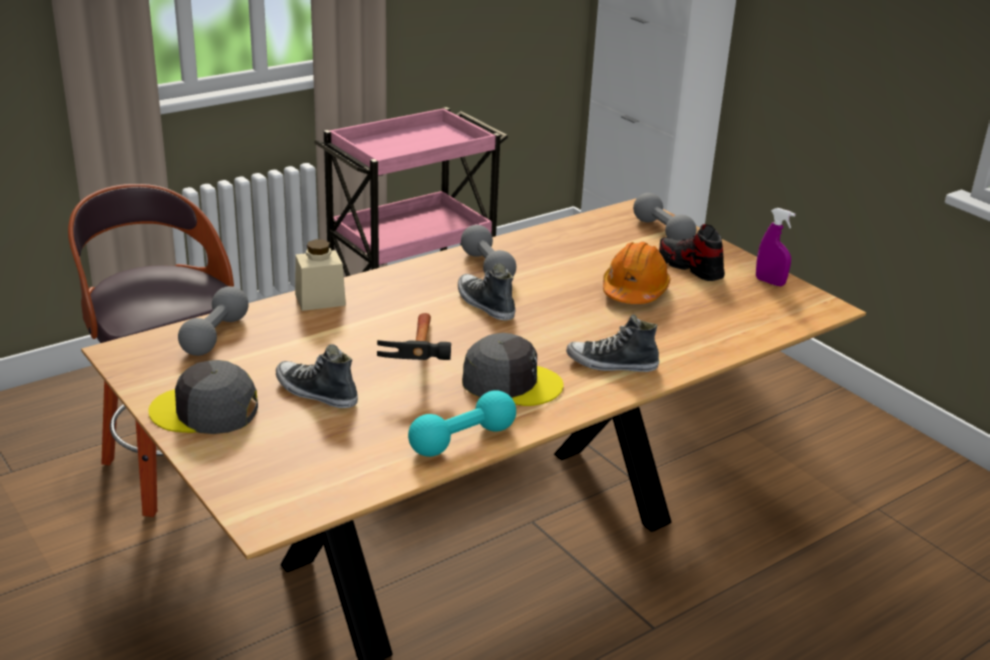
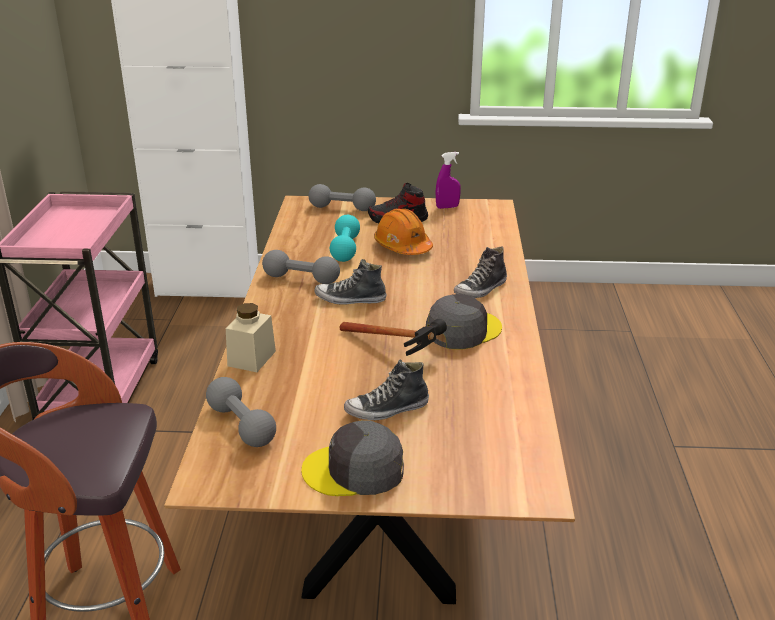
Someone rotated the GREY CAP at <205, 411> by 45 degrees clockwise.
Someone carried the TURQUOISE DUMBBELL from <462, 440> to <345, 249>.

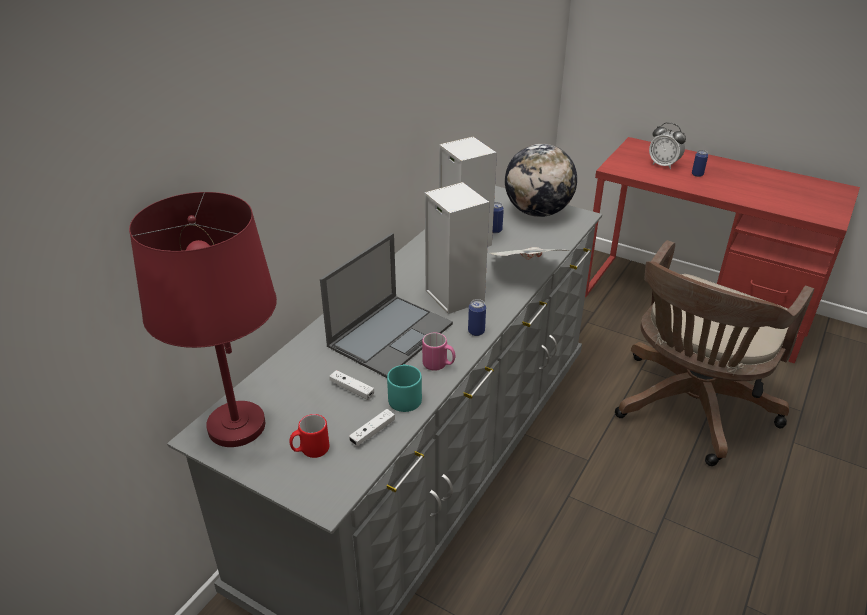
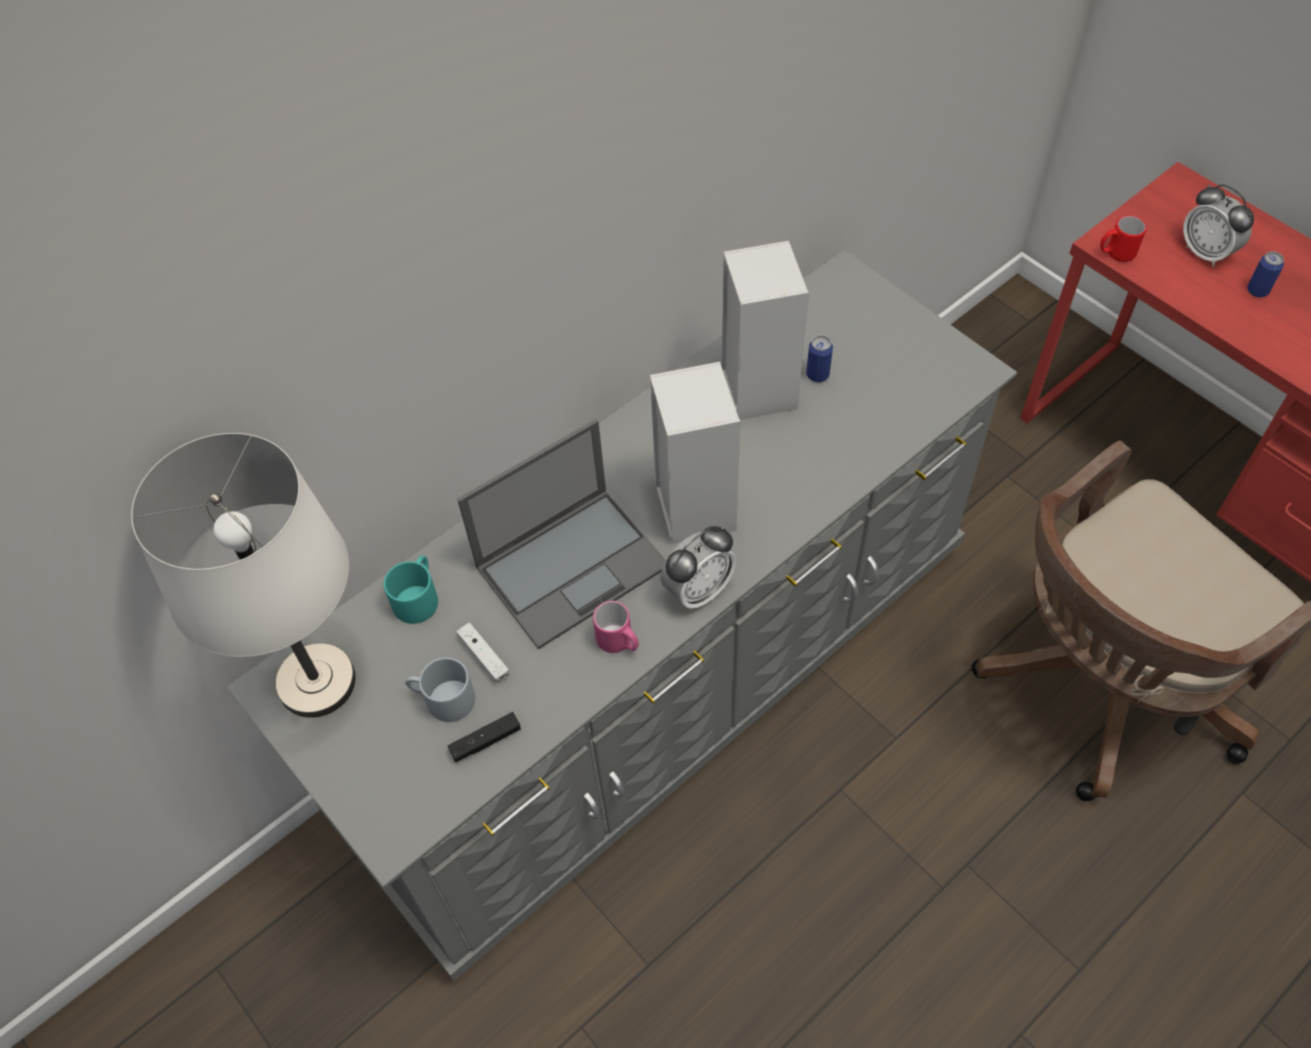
Someone repainted the RED TABLE LAMP at <235, 426>, which became the WHITE TABLE LAMP at <315, 682>.
Someone carried the TURQUOISE MUG from <404, 396> to <417, 596>.
Someone put down the GREY MUG at <442, 700>.
Someone repainted the WHITE GAME CONTROLLER at <372, 432>, which became the BLACK GAME CONTROLLER at <485, 741>.
Someone swapped the CAN at <476, 331> for the ALARM CLOCK at <698, 590>.
Someone carried the RED MUG from <310, 450> to <1115, 254>.
Someone took away the NEWSPAPER at <526, 270>.
Someone took away the GLOBE at <537, 212>.

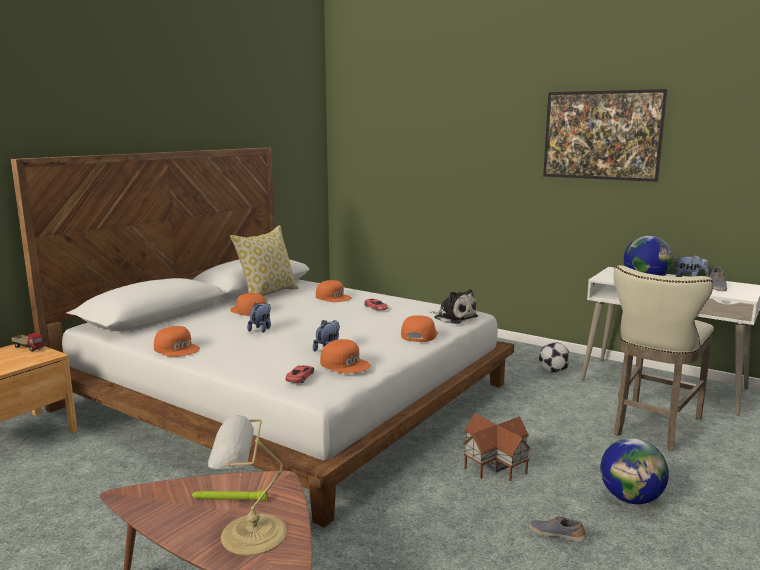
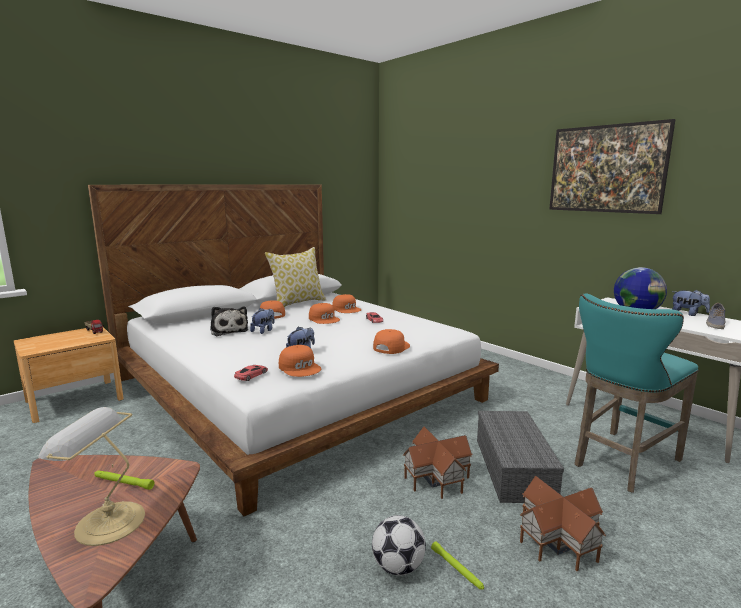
Someone carried the PLUSH TOY from <454, 317> to <228, 330>.
Someone carried the ORANGE CAP from <177, 349> to <324, 319>.
Someone carried the FOOTBALL from <553, 372> to <398, 566>.
Someone swapped the SHOE at <556, 535> for the GREEN FLASHLIGHT at <457, 569>.
Someone put down the GREY STORAGE BOX at <515, 469>.
Someone swapped the GLOBE at <631, 499> for the TOY HOUSE at <560, 541>.
Someone repainted the BEIGE STOOL at <652, 427>, which became the TURQUOISE STOOL at <621, 463>.

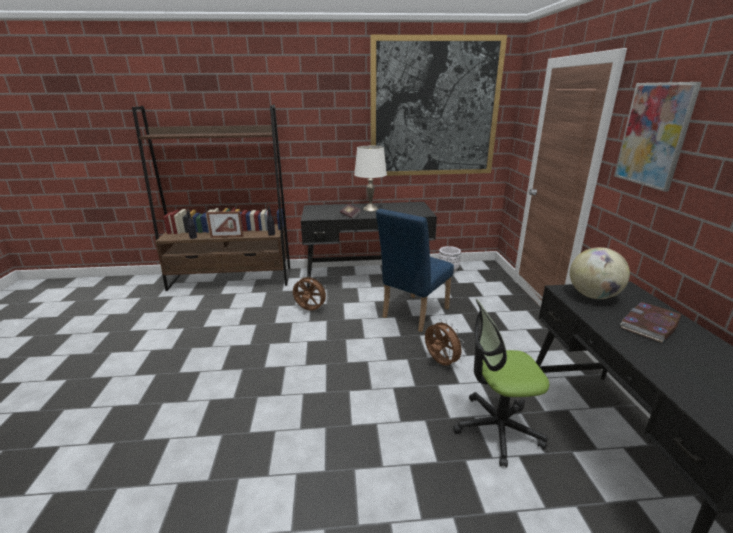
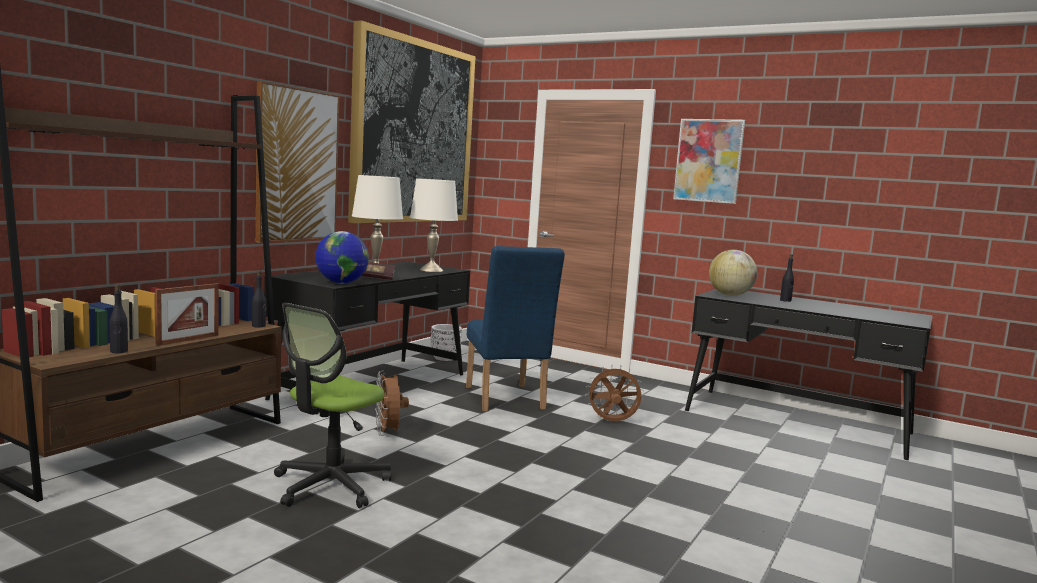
Someone put up the PICTURE at <297, 165>.
Someone carried the OFFICE CHAIR from <497, 428> to <330, 485>.
Someone put down the GLOBE at <341, 283>.
Someone rotated the BROWN FAN at <310, 310> by 75 degrees counterclockwise.
Someone put down the WHITE TABLE LAMP at <431, 270>.
Someone swapped the BOOK at <650, 324> for the BLACK BOTTLE at <785, 300>.

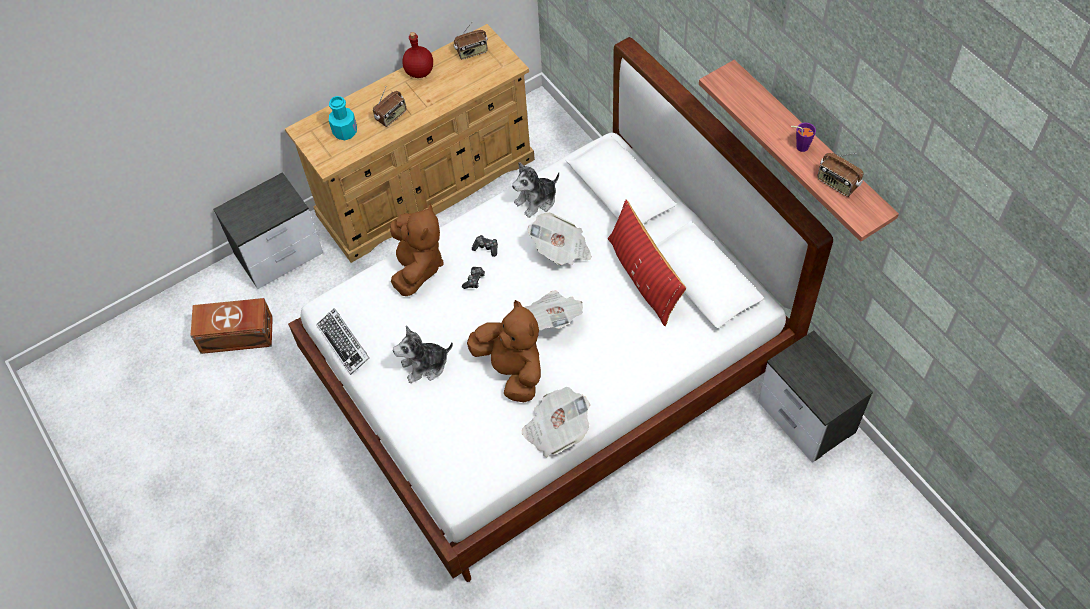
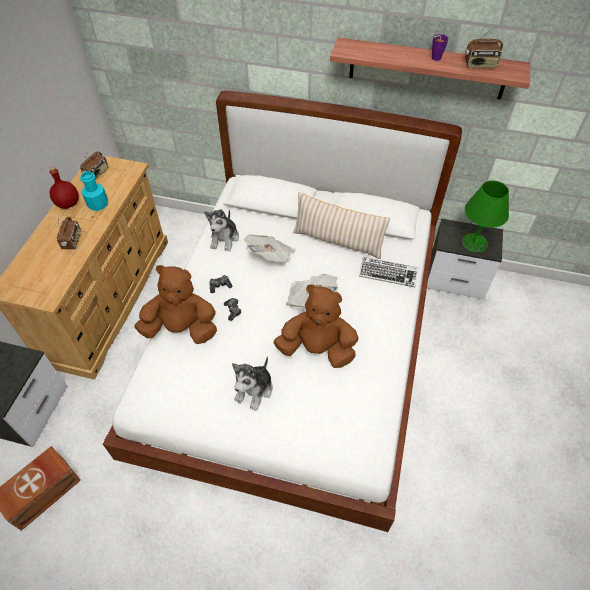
Someone carried the TURQUOISE BOTTLE from <345, 132> to <98, 204>.
Someone rotated the BROWN PLUSH TOY at <417, 266> by 45 degrees counterclockwise.
Someone repainted the RED PILLOW at <643, 277>, which became the BEIGE PILLOW at <338, 241>.
Someone carried the KEYBOARD from <344, 343> to <388, 274>.
Someone put down the GREEN TABLE LAMP at <475, 243>.
Someone took away the NEWSPAPER at <556, 430>.

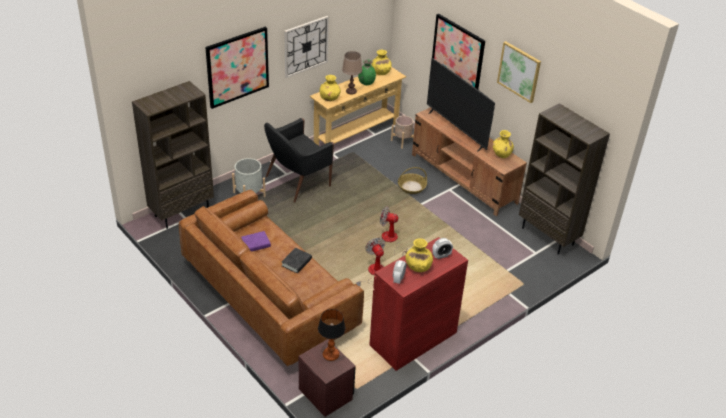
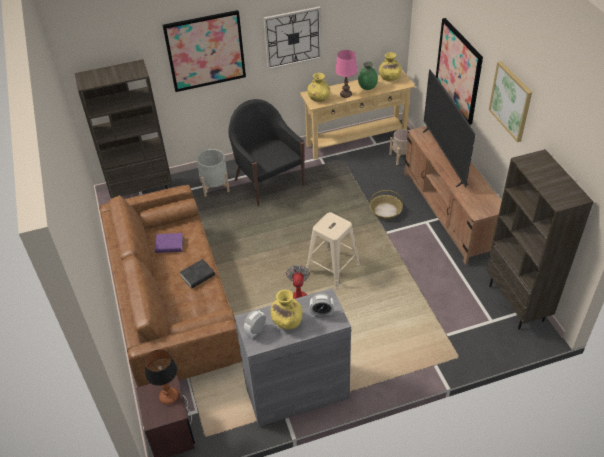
Someone rotated the BLACK ARMCHAIR at <296, 182> by 75 degrees clockwise.
Someone repainted the RED CABINET at <413, 339>, which became the GREY CABINET at <297, 392>.
Someone swapped the FAN at <392, 241> for the BEIGE STOOL at <332, 269>.
Someone repainted the BROWN TABLE LAMP at <351, 91>, which became the PINK TABLE LAMP at <345, 94>.
Someone took away the YELLOW VASE at <501, 154>.

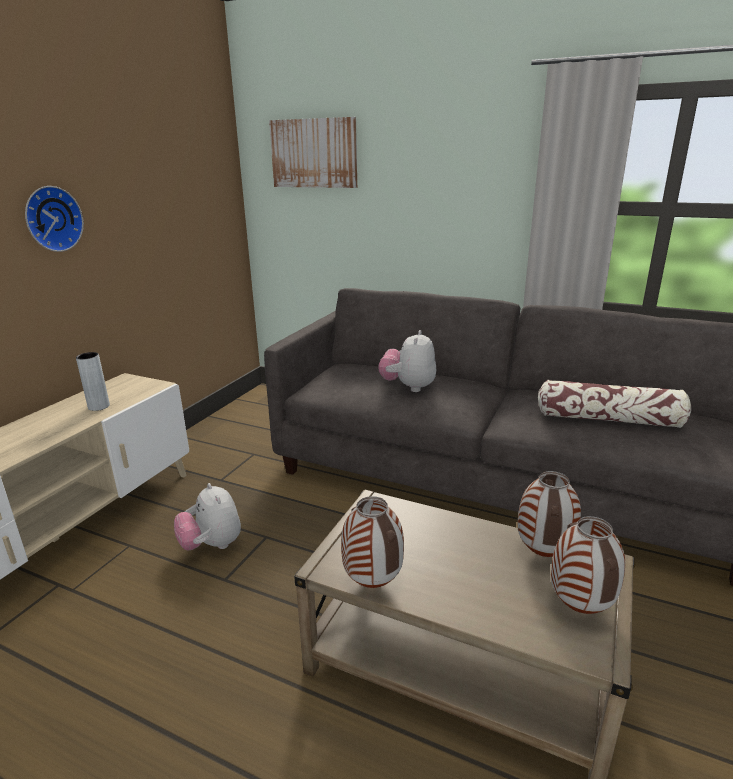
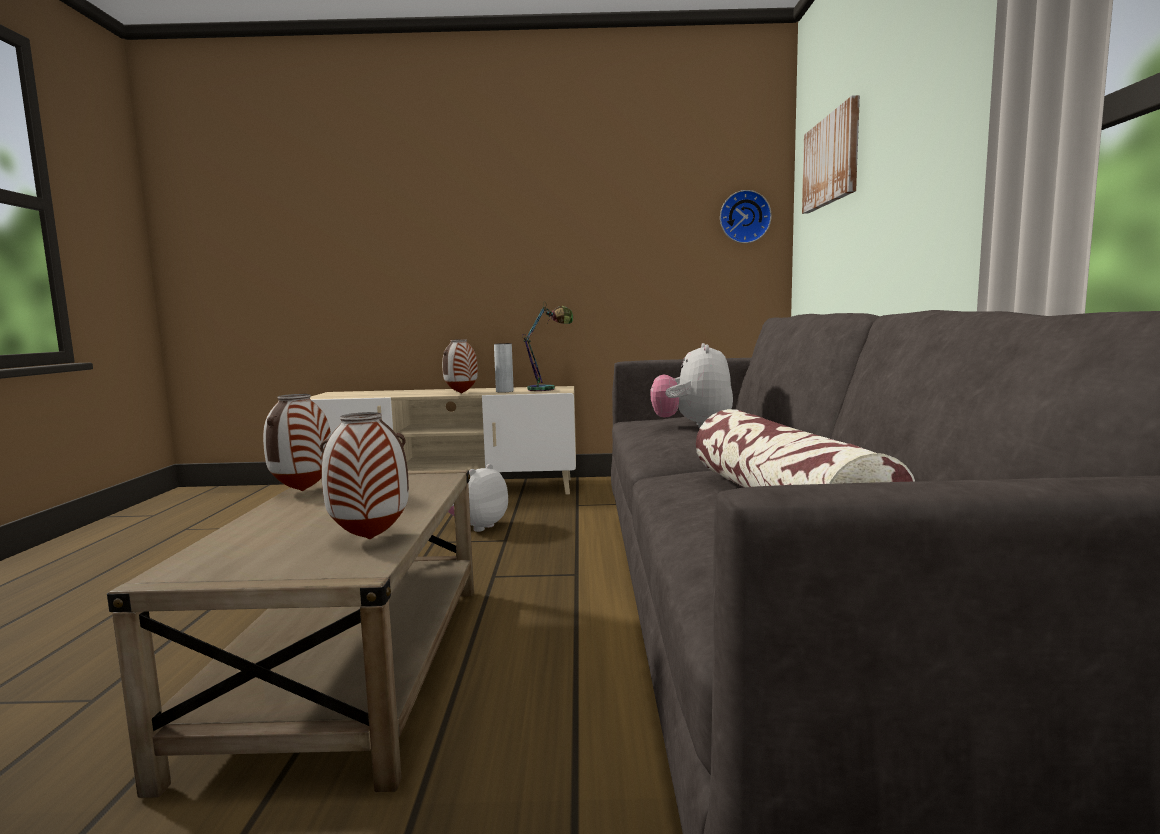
Someone carried the VASE from <581, 608> to <461, 393>.
Someone put down the TABLE LAMP at <548, 389>.
Someone rotated the PLUSH TOY at <408, 387> by 75 degrees counterclockwise.
Someone carried the WALL CLOCK from <51, 219> to <744, 217>.

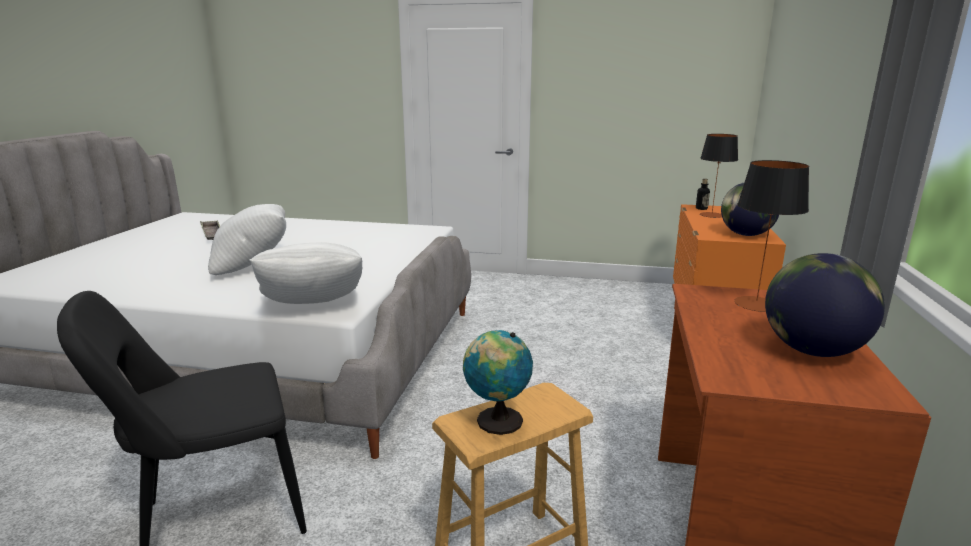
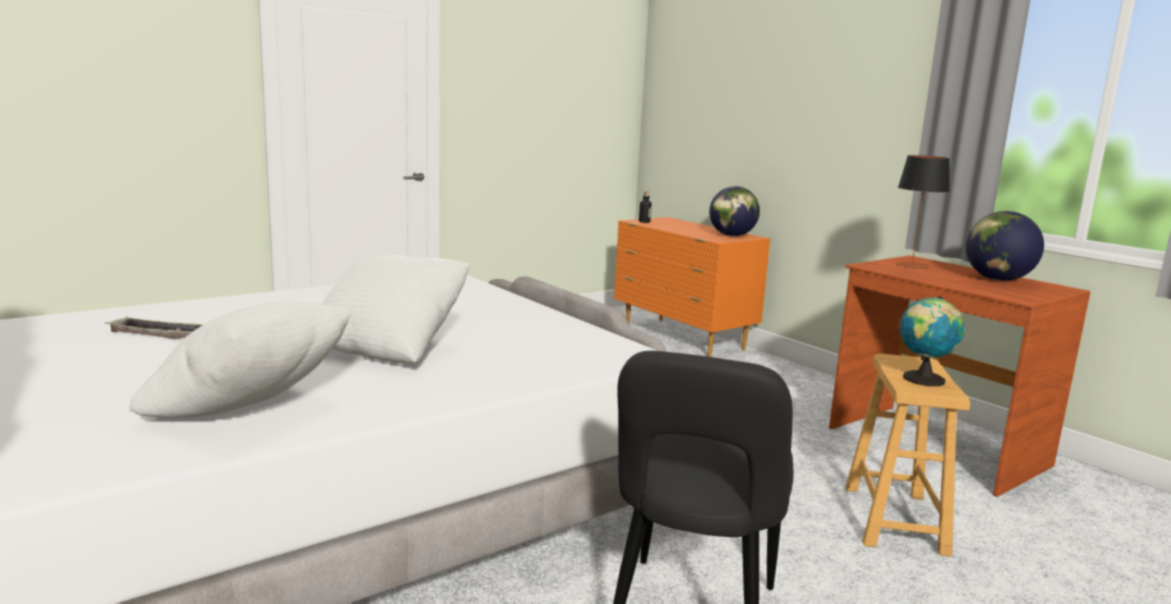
Someone carried the WHITE PILLOW from <312, 308> to <251, 412>.
Someone took away the TABLE LAMP at <711, 215>.

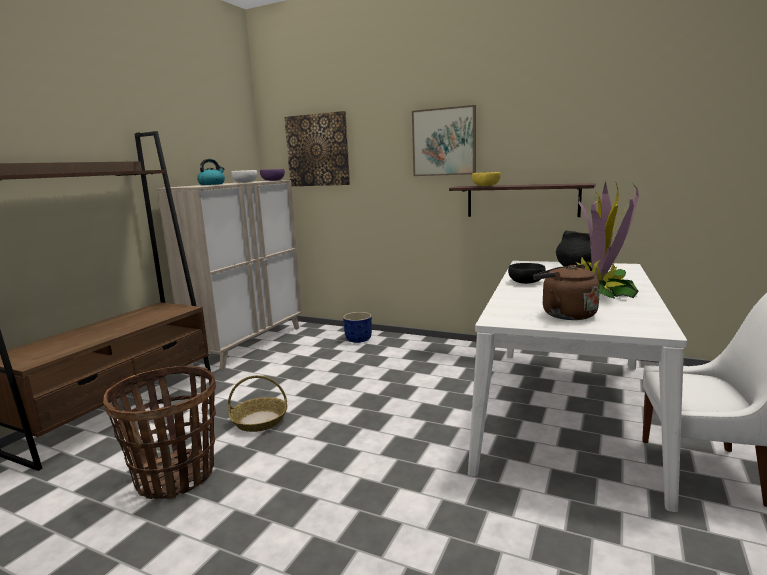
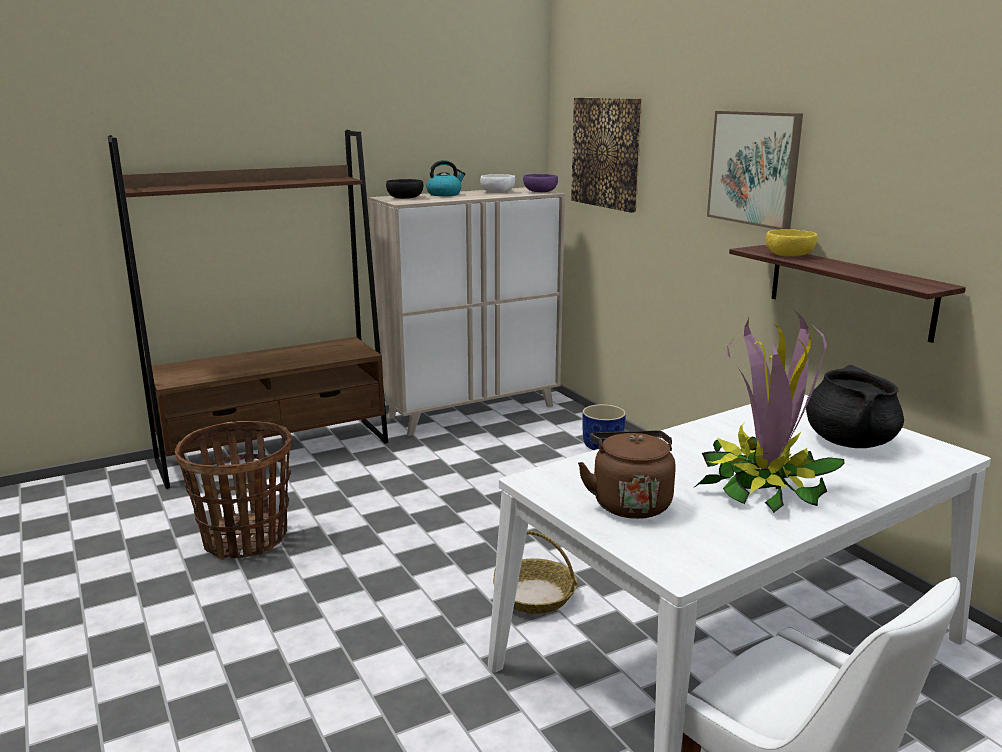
Someone carried the BLACK BOWL from <526, 282> to <405, 198>.
Someone carried the BASKET from <259, 421> to <534, 595>.

